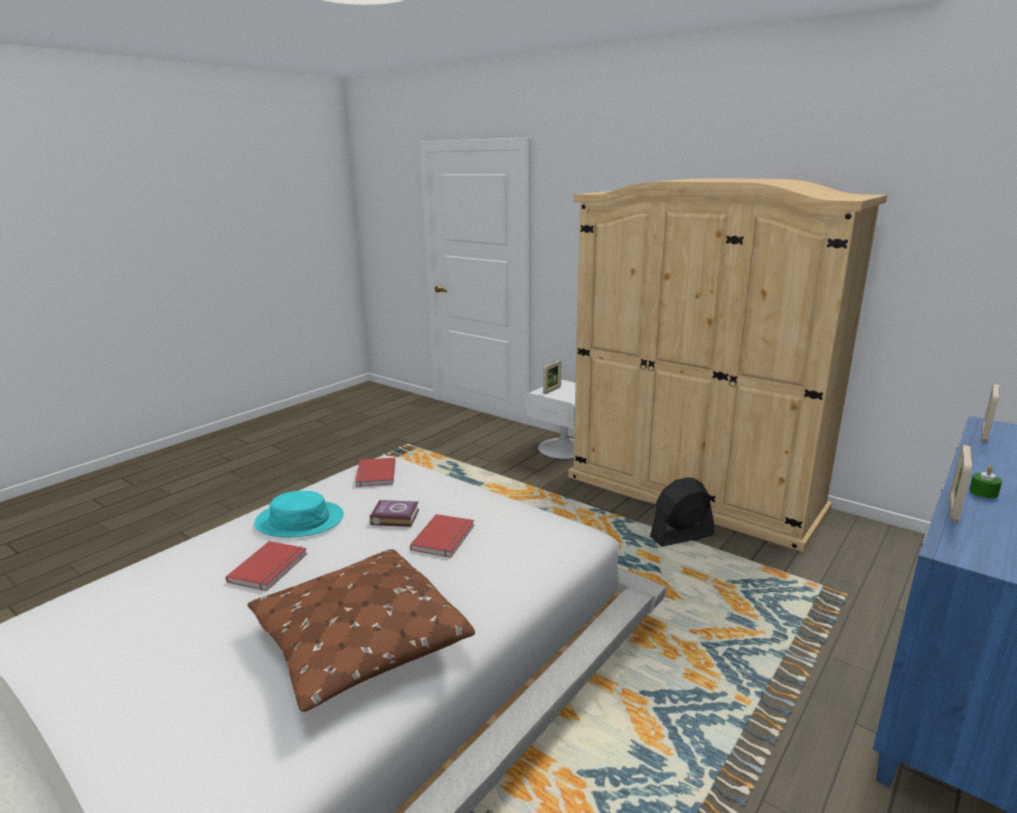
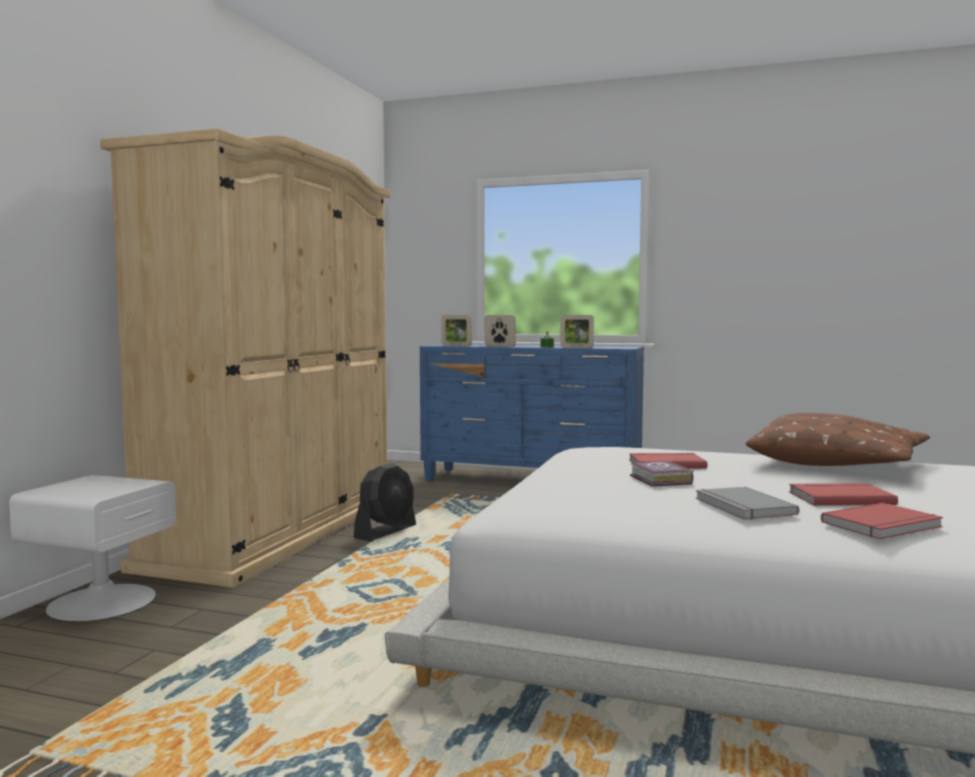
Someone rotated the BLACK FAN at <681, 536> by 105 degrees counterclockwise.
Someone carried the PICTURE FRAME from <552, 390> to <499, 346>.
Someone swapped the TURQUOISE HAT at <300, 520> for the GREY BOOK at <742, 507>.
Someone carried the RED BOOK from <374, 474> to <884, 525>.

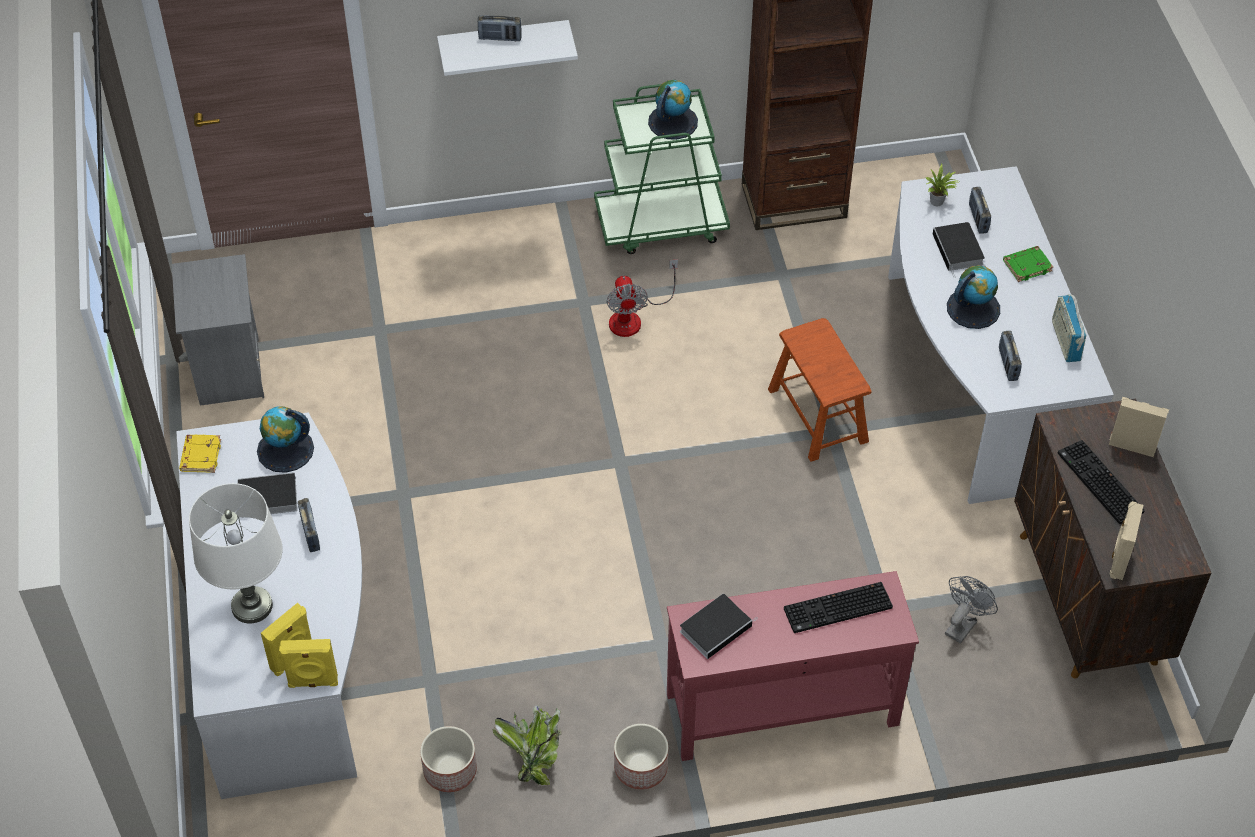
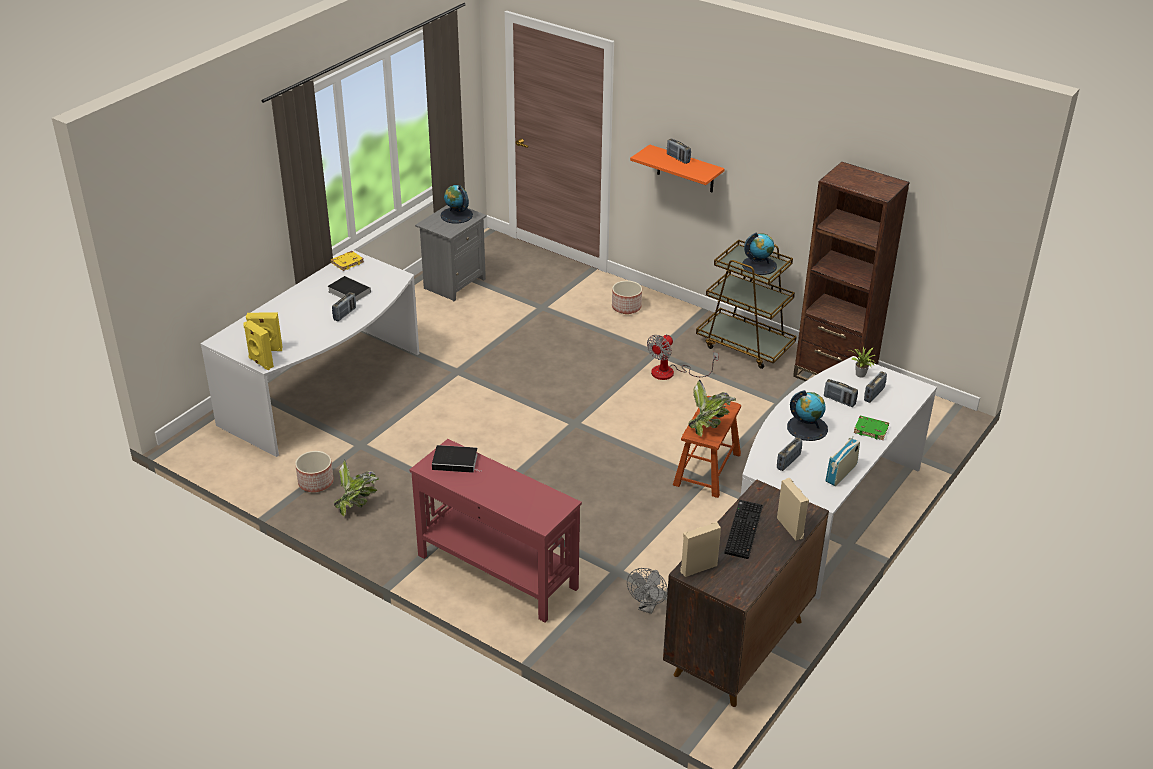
Someone carried the GLOBE from <285, 450> to <456, 215>.
Someone carried the PLANTER from <641, 768> to <626, 307>.
Someone rotated the GREY FAN at <963, 624> by 120 degrees clockwise.
Someone repainted the WHITE SHELF at <504, 45>, which became the ORANGE SHELF at <685, 169>.
Someone put down the POTTED PLANT at <709, 425>.
Someone repainted the GREEN CART at <662, 223>, which became the BROWN CART at <745, 345>.
Someone swapped the BOOK at <959, 250> for the RADIO at <839, 400>.
Someone took away the WHITE TABLE LAMP at <252, 606>.
Someone took away the KEYBOARD at <837, 610>.

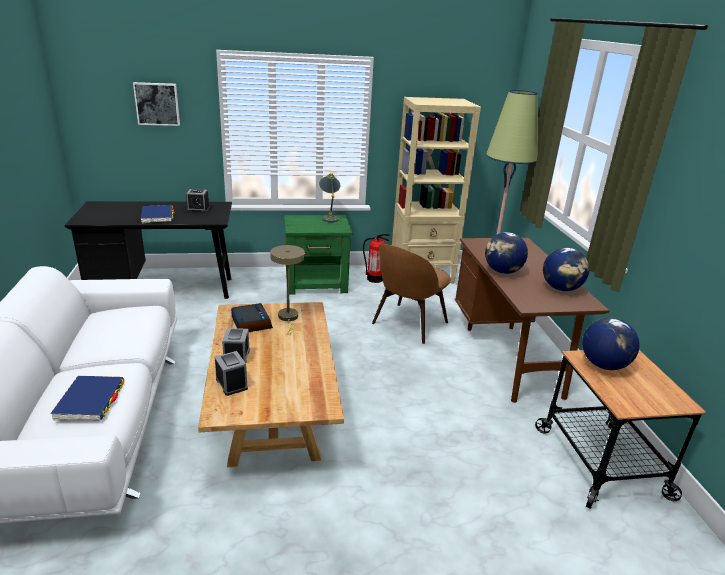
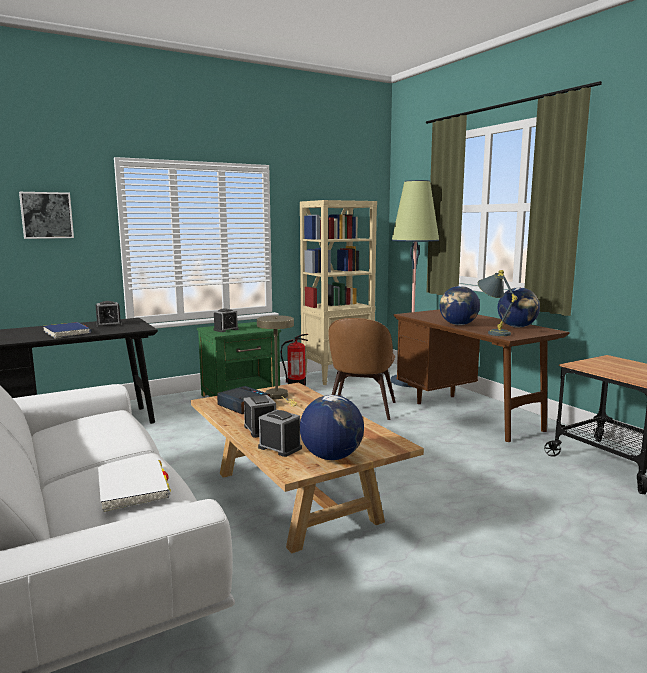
Someone repainted the BLUE BOOK at <90, 400>, which became the WHITE BOOK at <133, 487>.
Someone put down the ALARM CLOCK at <226, 329>.
Someone carried the GLOBE from <603, 365> to <331, 457>.
Someone carried the GREY TABLE LAMP from <329, 217> to <492, 332>.

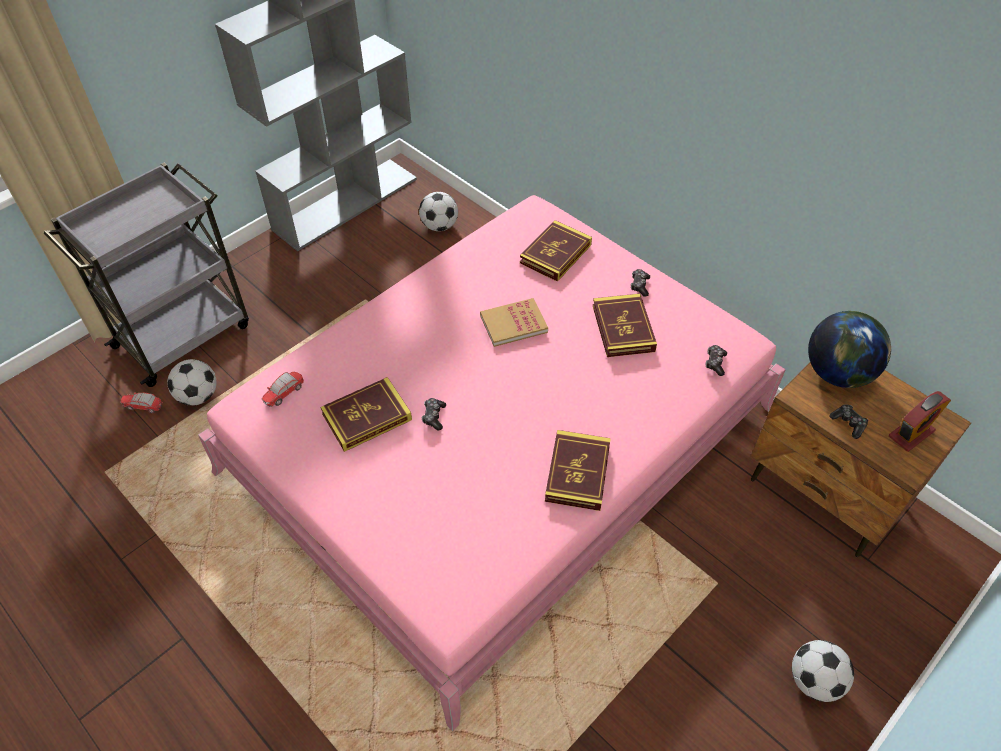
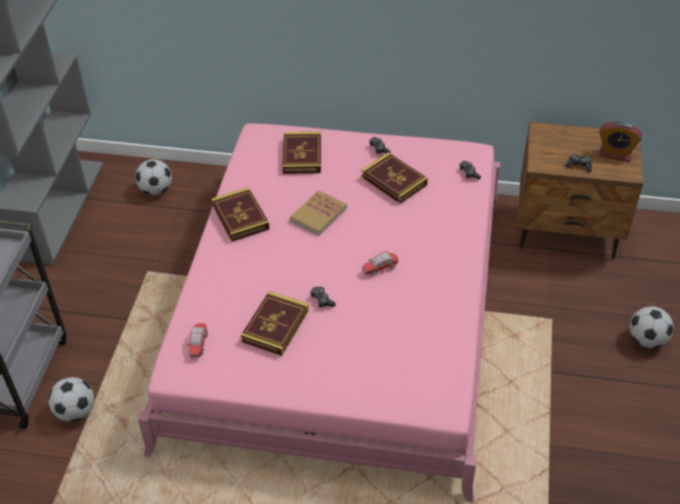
Someone carried the BOOK from <577, 472> to <240, 217>.
Someone carried the TOY CAR from <144, 407> to <380, 268>.
Someone rotated the ALARM CLOCK at <911, 434> by 90 degrees clockwise.
Someone took away the GLOBE at <837, 373>.

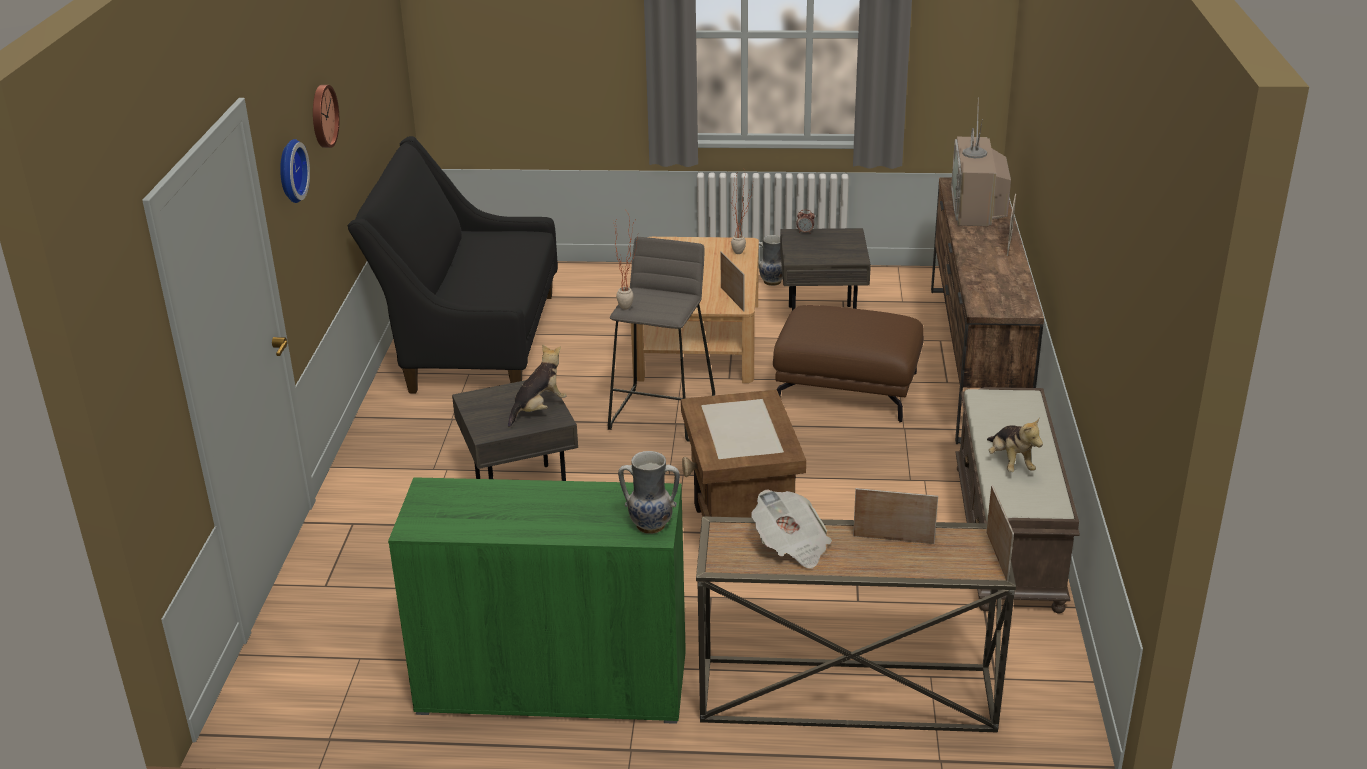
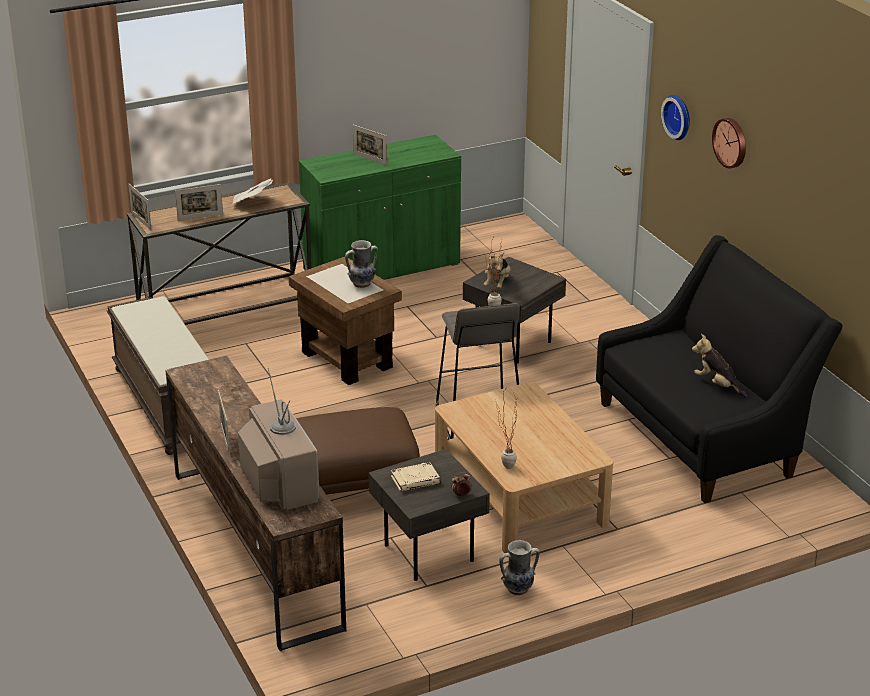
Someone carried the VASE from <651, 524> to <362, 284>.
Someone carried the PICTURE FRAME from <732, 299> to <370, 159>.
Someone put down the BEIGE BOOK at <415, 480>.
Someone carried the PLUSH TOY from <1010, 463> to <717, 384>.

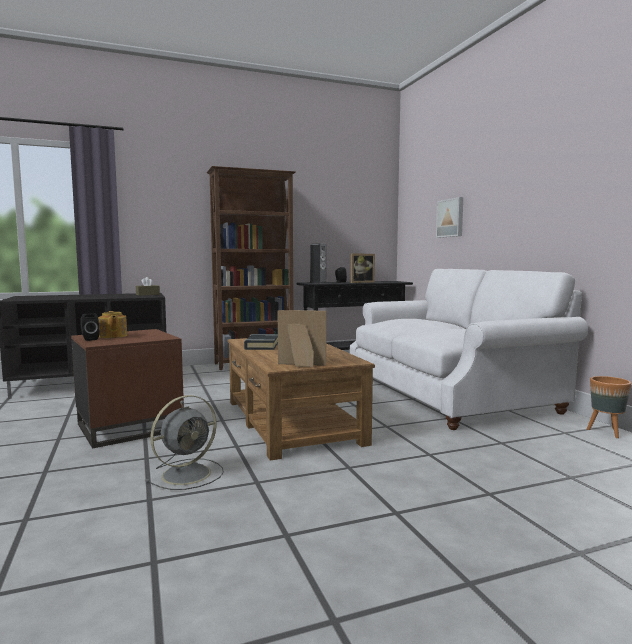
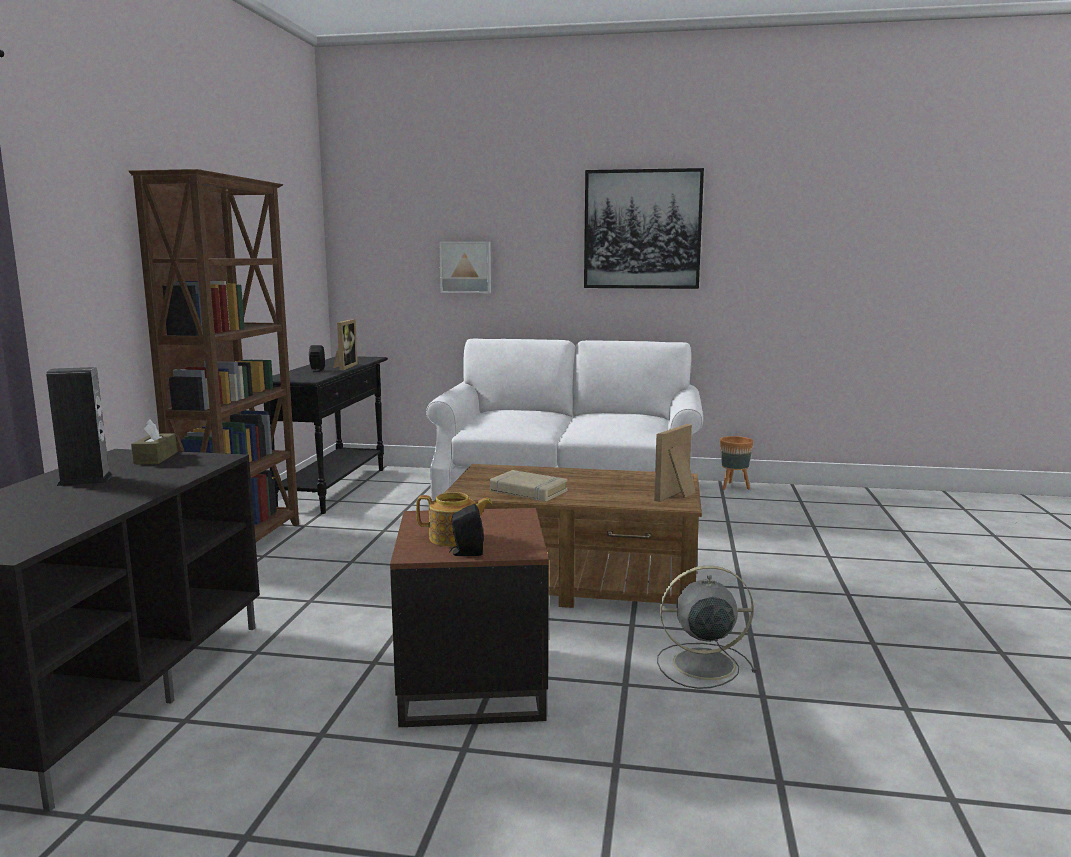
Someone carried the SPEAKER from <318, 283> to <85, 480>.
Someone repainted the BLACK BOOK at <262, 345>, which became the BEIGE BOOK at <528, 491>.
Someone put up the PICTURE at <642, 229>.
Someone rotated the GREY FAN at <188, 473> by 75 degrees counterclockwise.

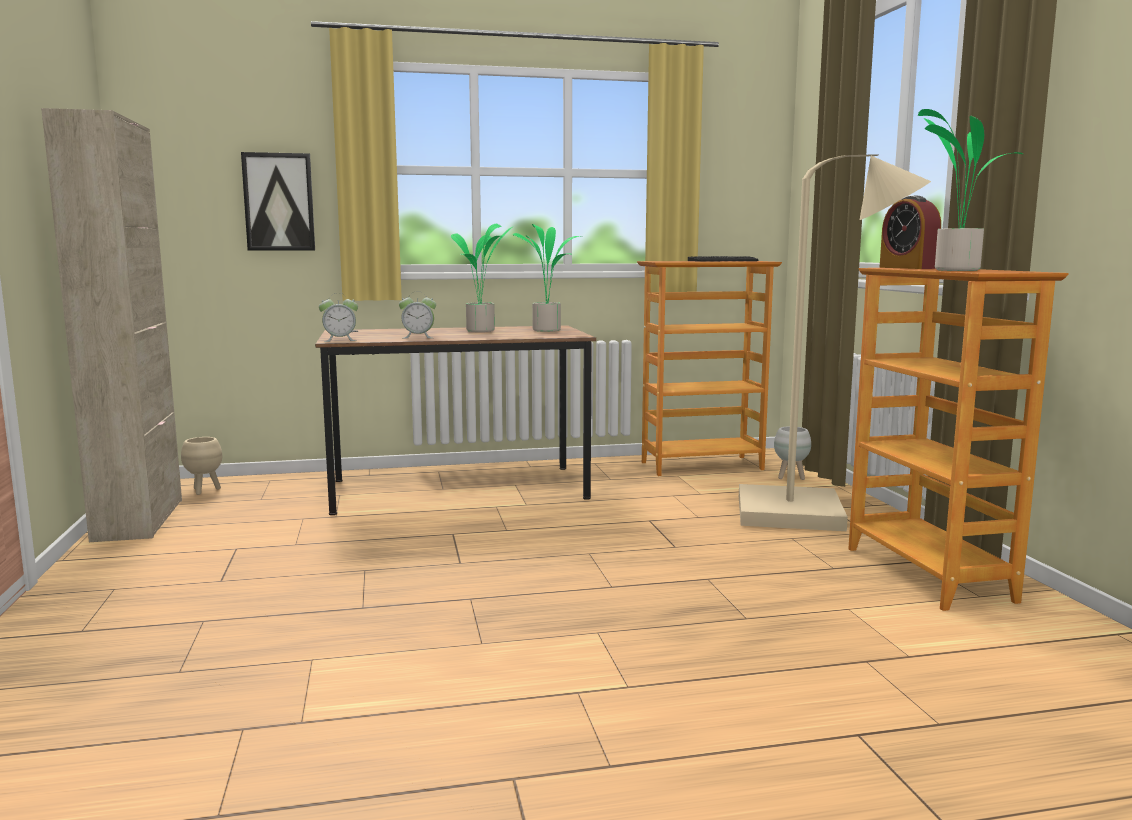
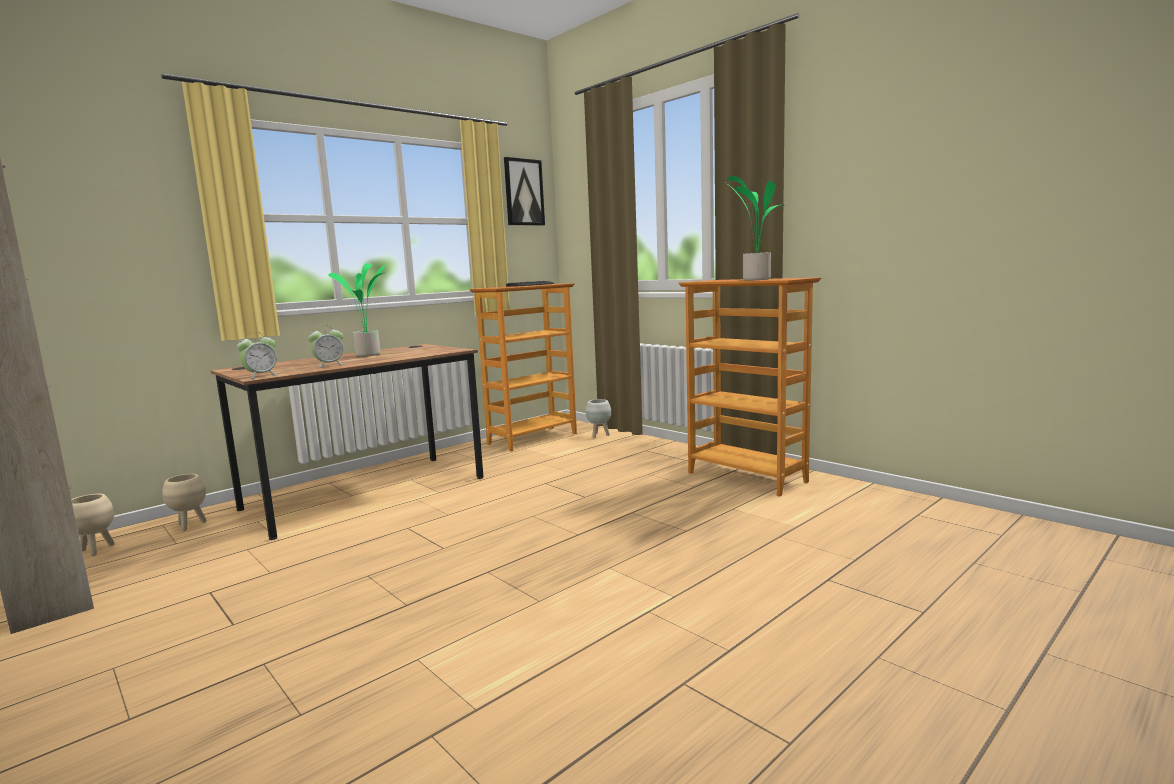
Someone put down the BEIGE PLANTER at <190, 525>.
Someone carried the PICTURE from <279, 202> to <523, 192>.
Someone took away the POTTED PLANT at <547, 330>.
Someone took away the BEIGE FLOOR LAMP at <810, 514>.
Someone took away the ALARM CLOCK at <908, 268>.

